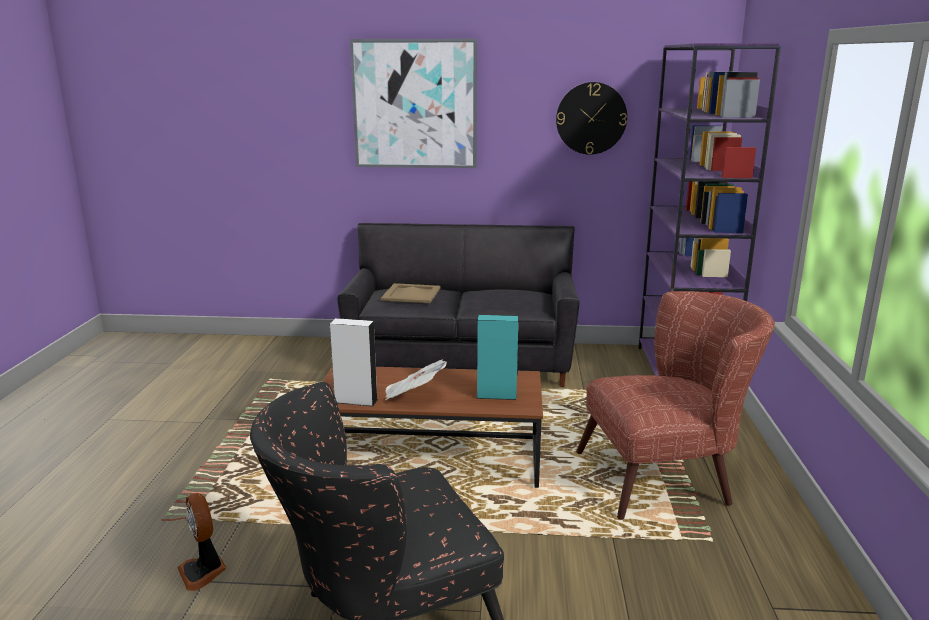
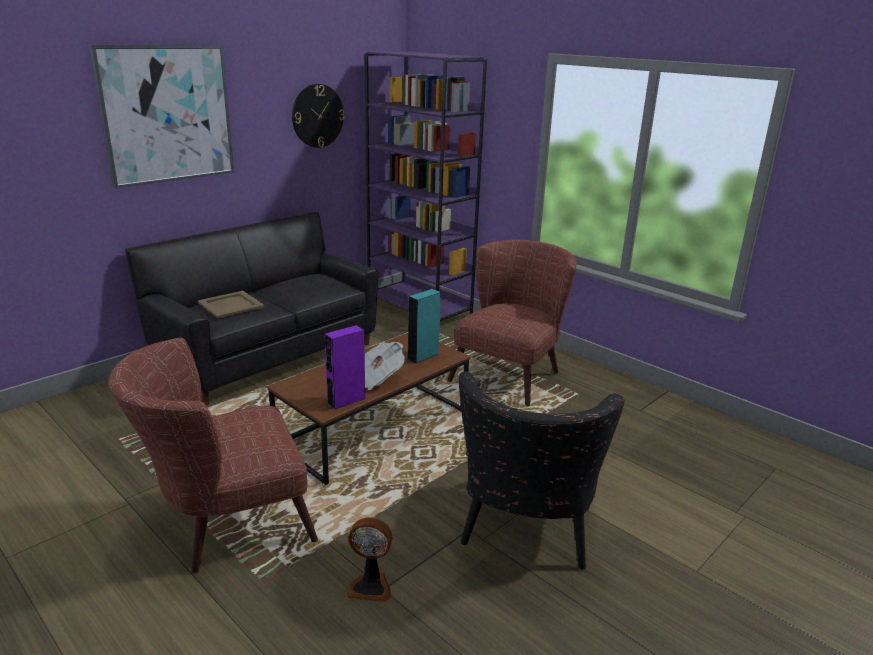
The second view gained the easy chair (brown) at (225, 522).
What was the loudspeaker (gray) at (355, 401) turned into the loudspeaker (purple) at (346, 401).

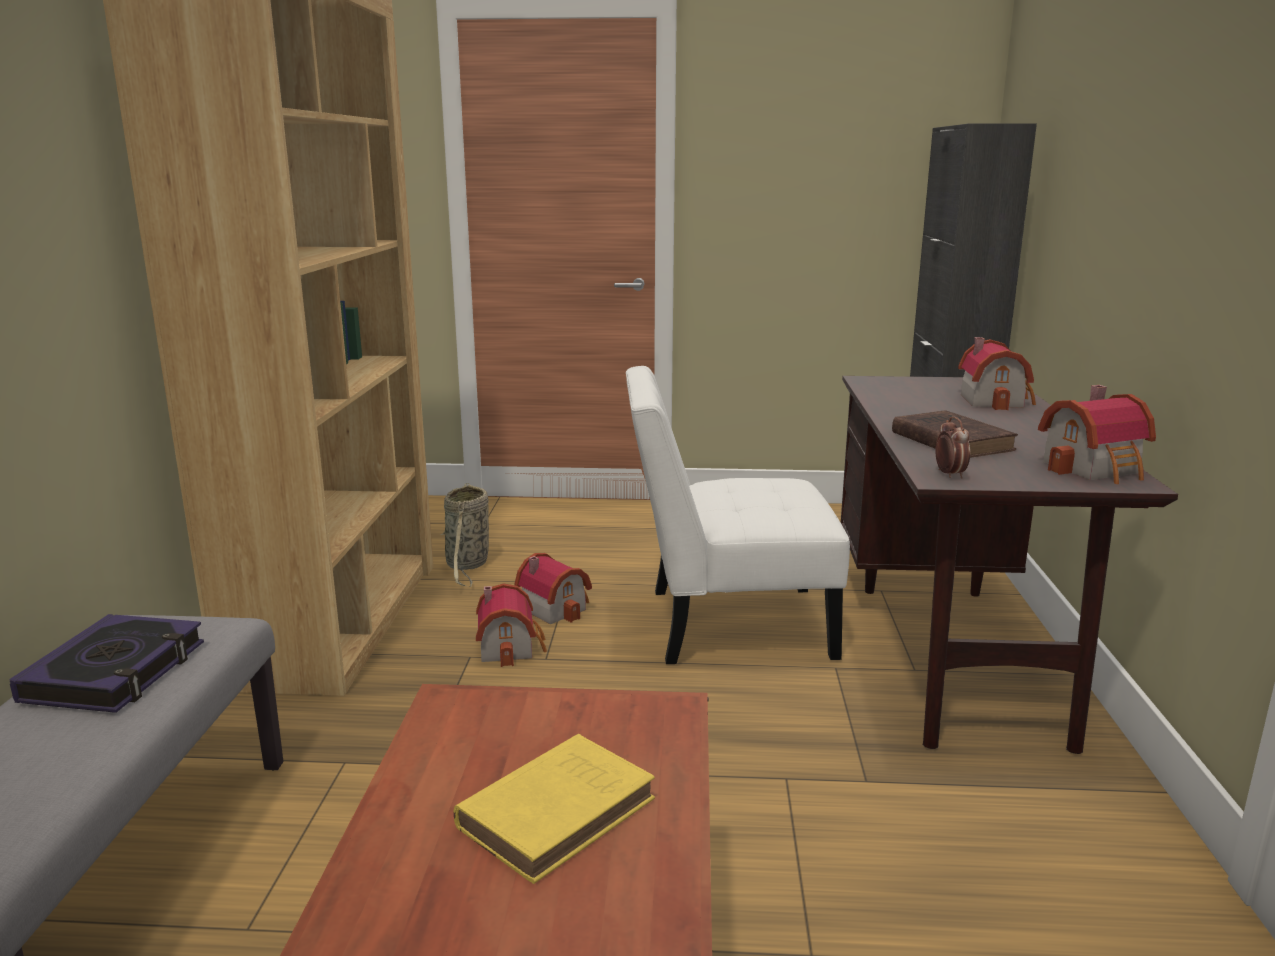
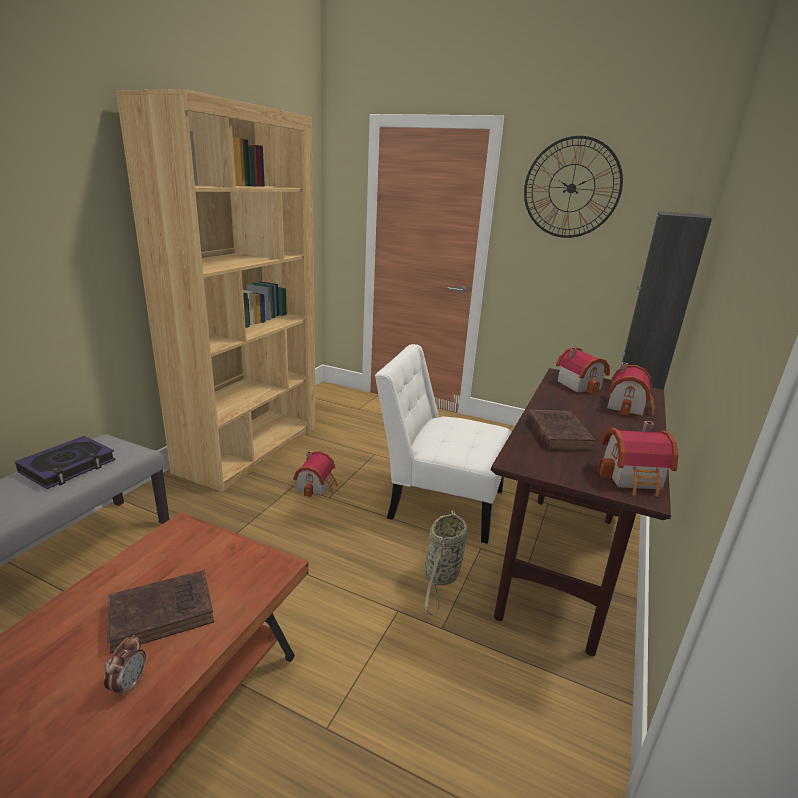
The second view gained the clock on the wall at (571, 188).
The storage basket ended up elsewhere, having gone from (467, 565) to (441, 577).
The toy house ended up elsewhere, having gone from (556, 607) to (580, 384).
The bedside clock ended up elsewhere, having gone from (949, 474) to (129, 684).
What was the book (yellowish) at (560, 811) turned into the book (brown) at (165, 612).

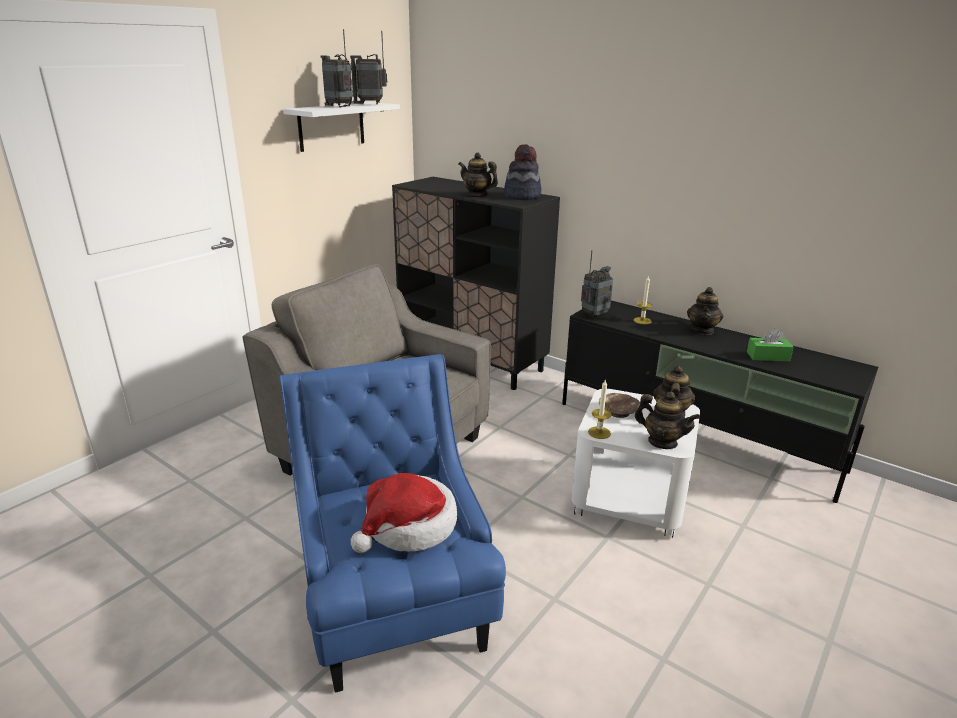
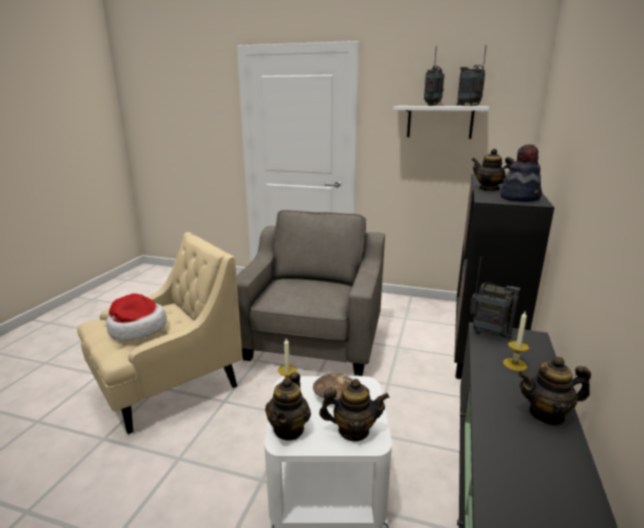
The second view lost the box of tissues (green-coloured) at (768, 356).
What was the easy chair (blue-coloured) at (394, 603) turned into the easy chair (beige) at (167, 387).
The pot for tea at (477, 195) ended up facing another way, 60 degrees counterclockwise from before.

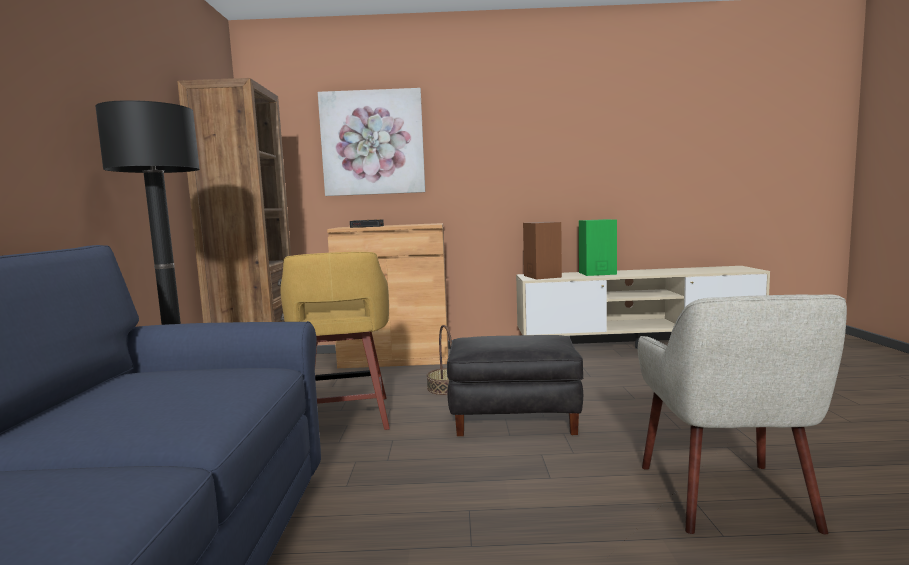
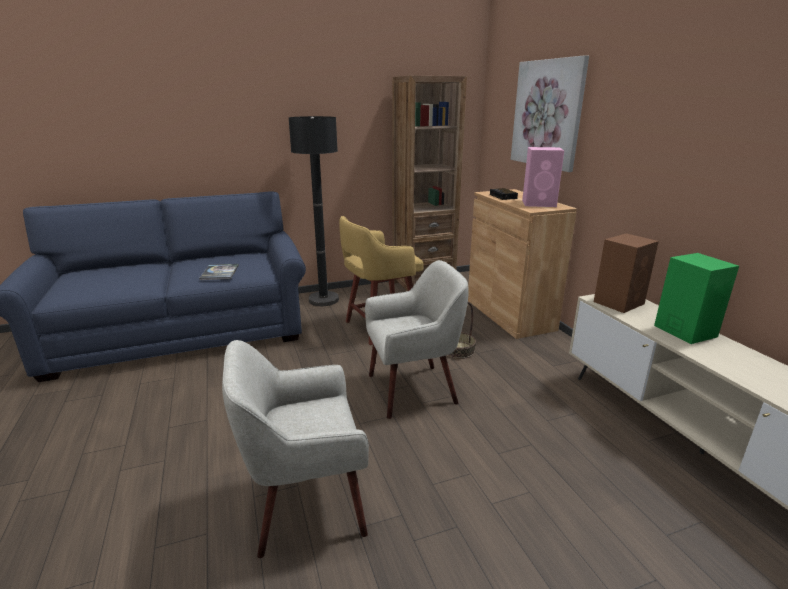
The second view gained the book at (219, 273).
The second view gained the loudspeaker (pink-coloured) at (540, 203).
Where the footrest (black) stood at (514, 417), the easy chair (beige) came to stand at (413, 389).

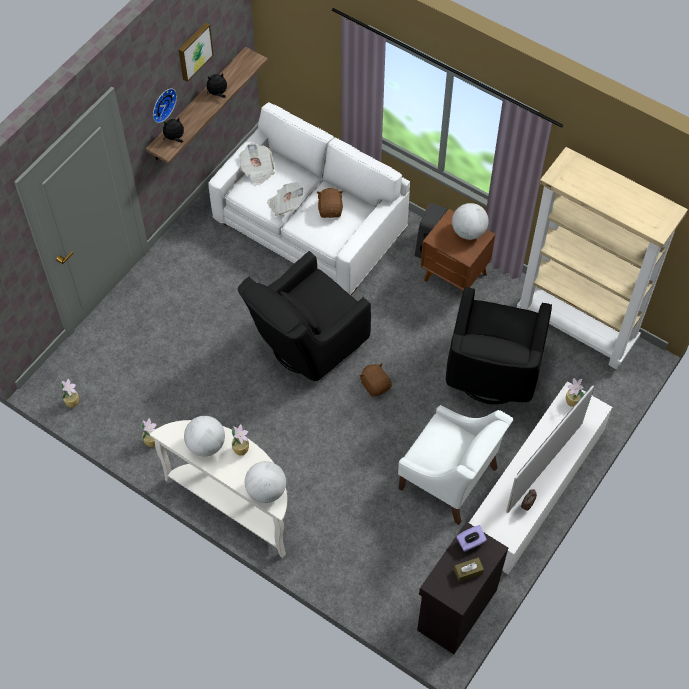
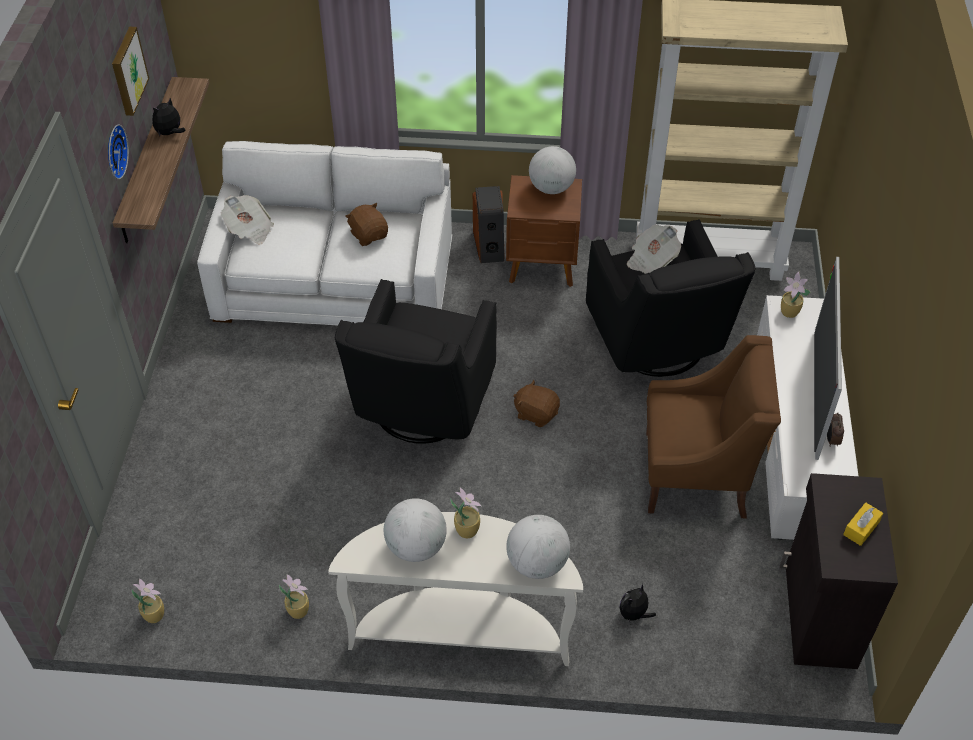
The second view lost the box of tissues (purple) at (470, 542).
The plush toy ended up elsewhere, having gone from (174, 138) to (634, 614).
The newspaper ended up elsewhere, having gone from (285, 205) to (651, 260).
What was the easy chair (whitish) at (449, 479) turned into the easy chair (brown) at (697, 474).
What was the box of tissues (brown) at (468, 571) turned into the box of tissues (yellowish) at (861, 528).

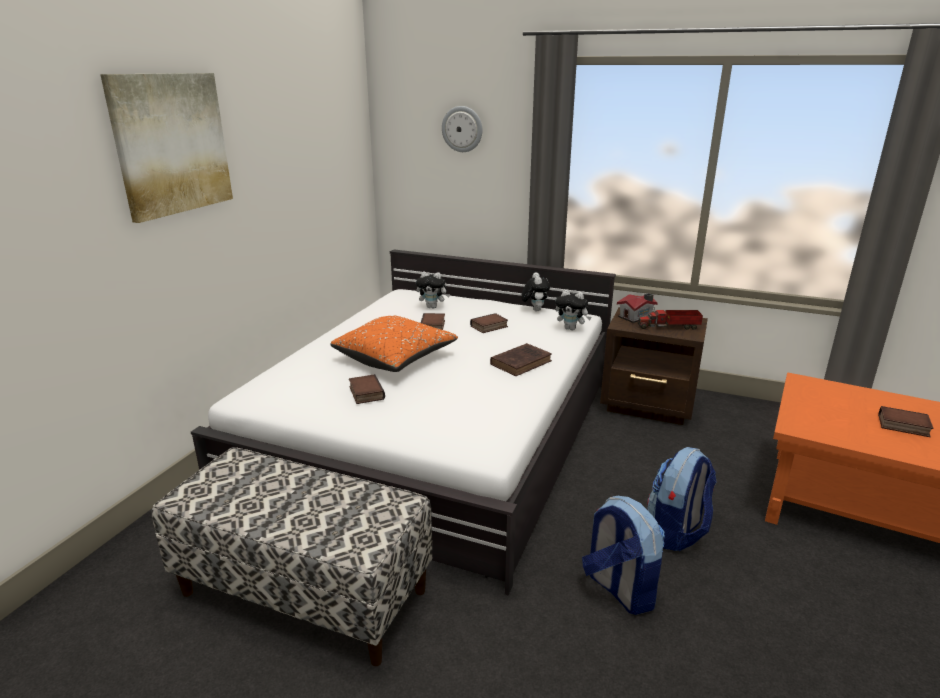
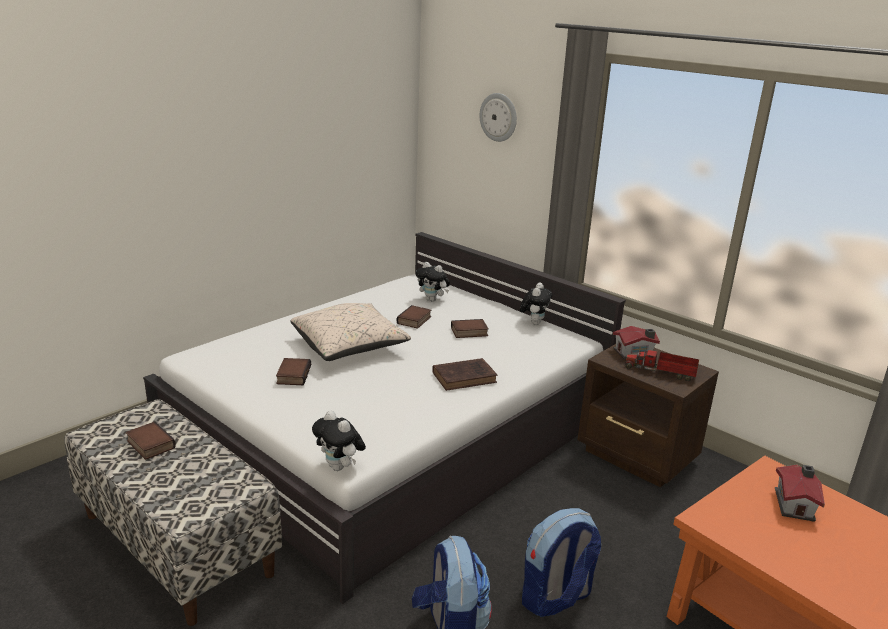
The second view lost the wall picture at (171, 144).
The second view gained the toy house at (795, 504).
The plush toy ended up elsewhere, having gone from (571, 329) to (340, 467).
The book ended up elsewhere, having gone from (902, 426) to (149, 444).
What was the pillow (orange) at (395, 358) turned into the pillow (beige) at (349, 346).

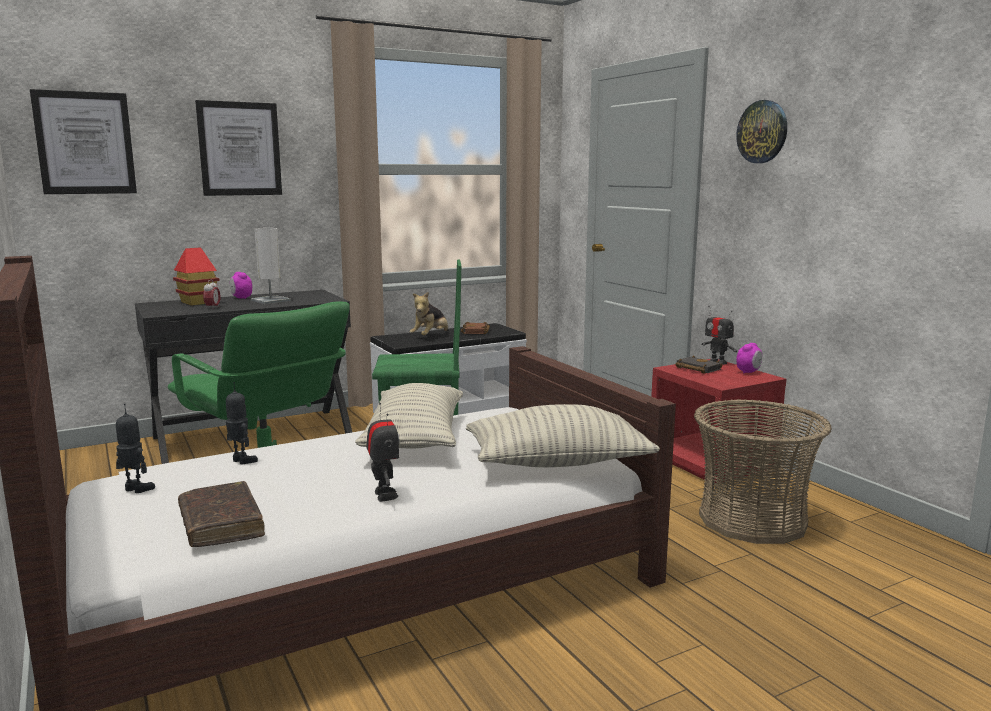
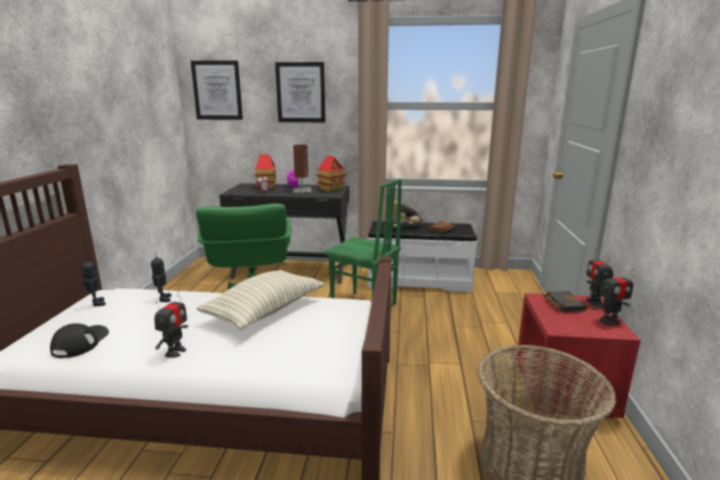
The second view lost the pillow at (558, 462).
The second view lost the clock on the wall at (762, 132).
The second view gained the toy house at (331, 189).
Where the book (brown) stood at (221, 525), the cap (black) came to stand at (80, 342).
Where the bedside clock stood at (748, 372), the robot figure came to stand at (609, 321).
What was the table lamp (whitish) at (270, 300) turned into the table lamp (brown) at (302, 191).

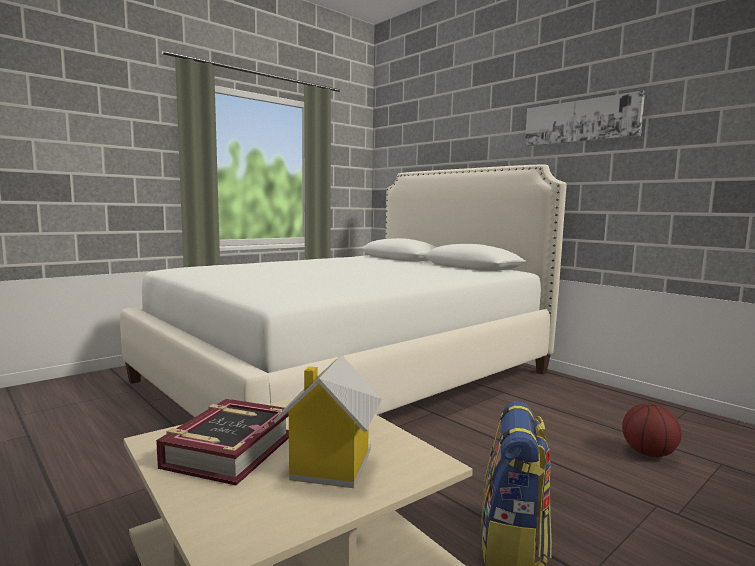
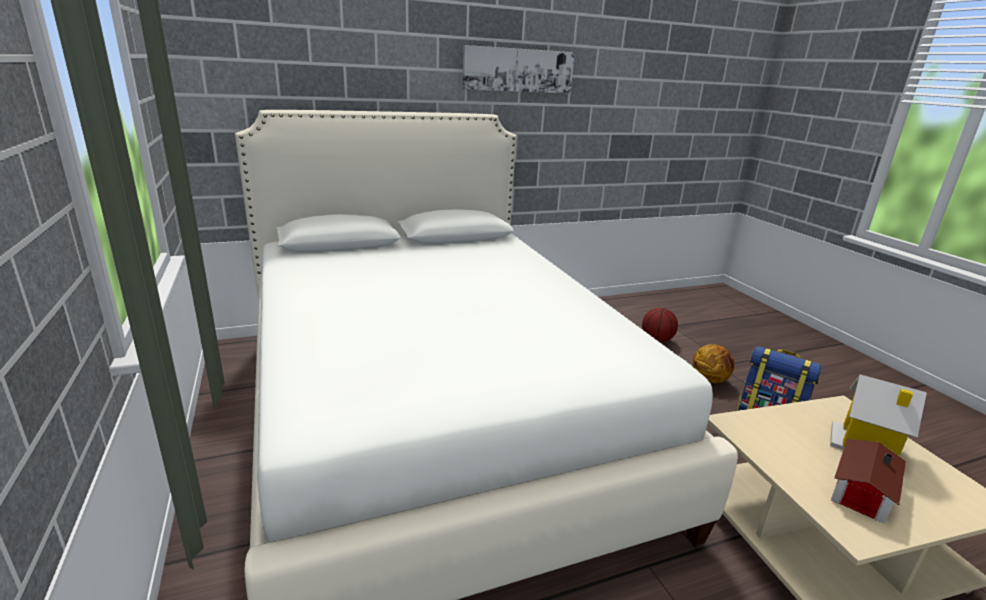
The second view gained the ball for basketball at (709, 380).
Where the book stood at (229, 450), the toy house came to stand at (859, 490).

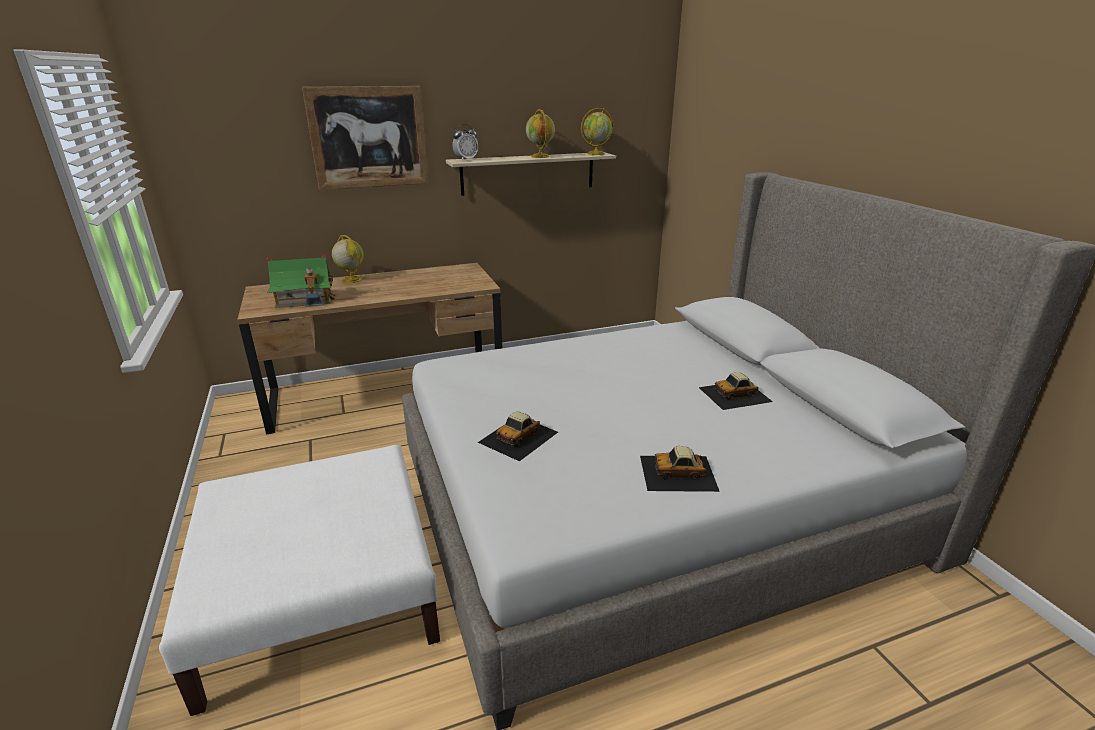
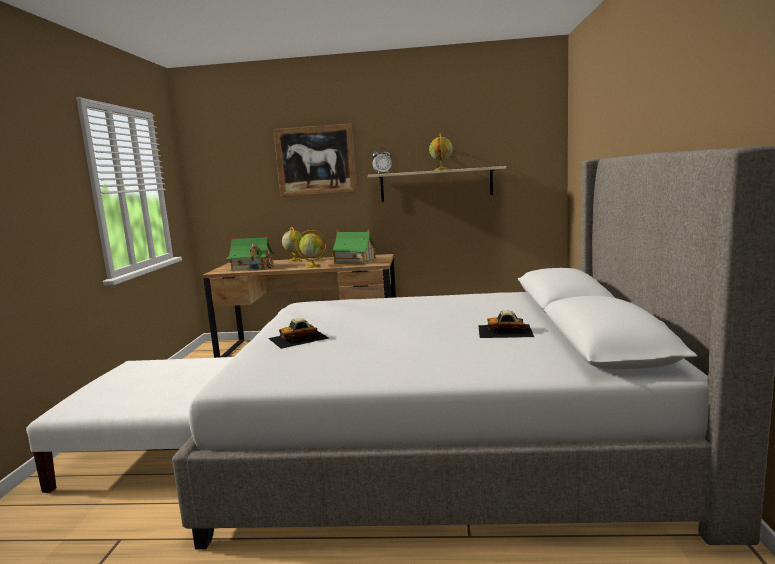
The second view lost the miniature car at (678, 473).
The second view gained the toy house at (354, 262).
The desk globe ended up elsewhere, having gone from (596, 153) to (313, 266).

